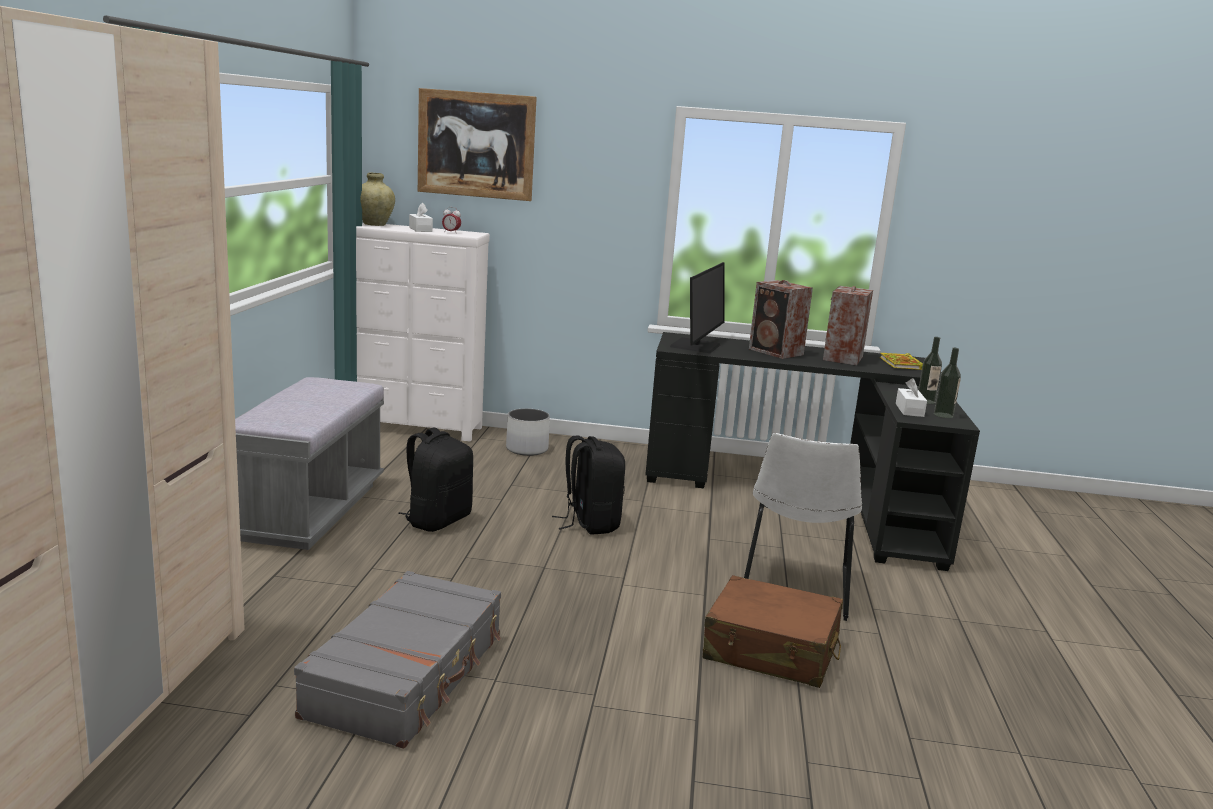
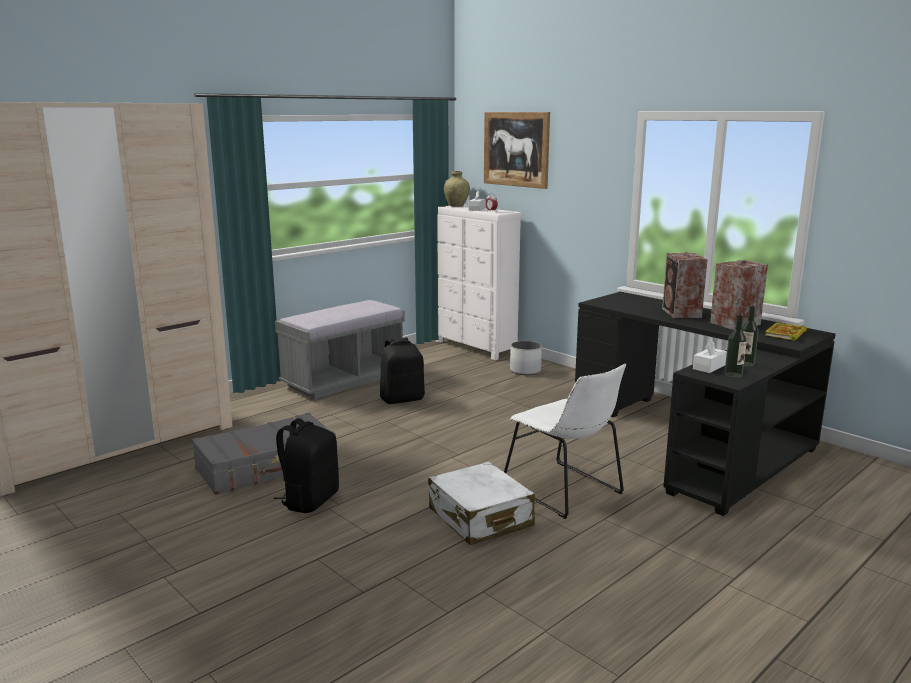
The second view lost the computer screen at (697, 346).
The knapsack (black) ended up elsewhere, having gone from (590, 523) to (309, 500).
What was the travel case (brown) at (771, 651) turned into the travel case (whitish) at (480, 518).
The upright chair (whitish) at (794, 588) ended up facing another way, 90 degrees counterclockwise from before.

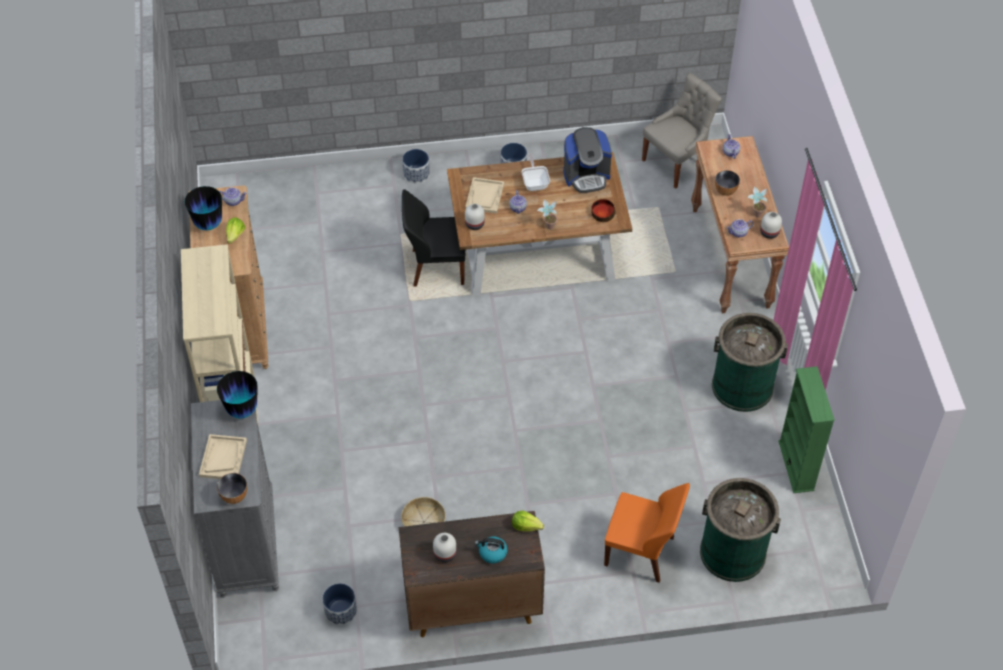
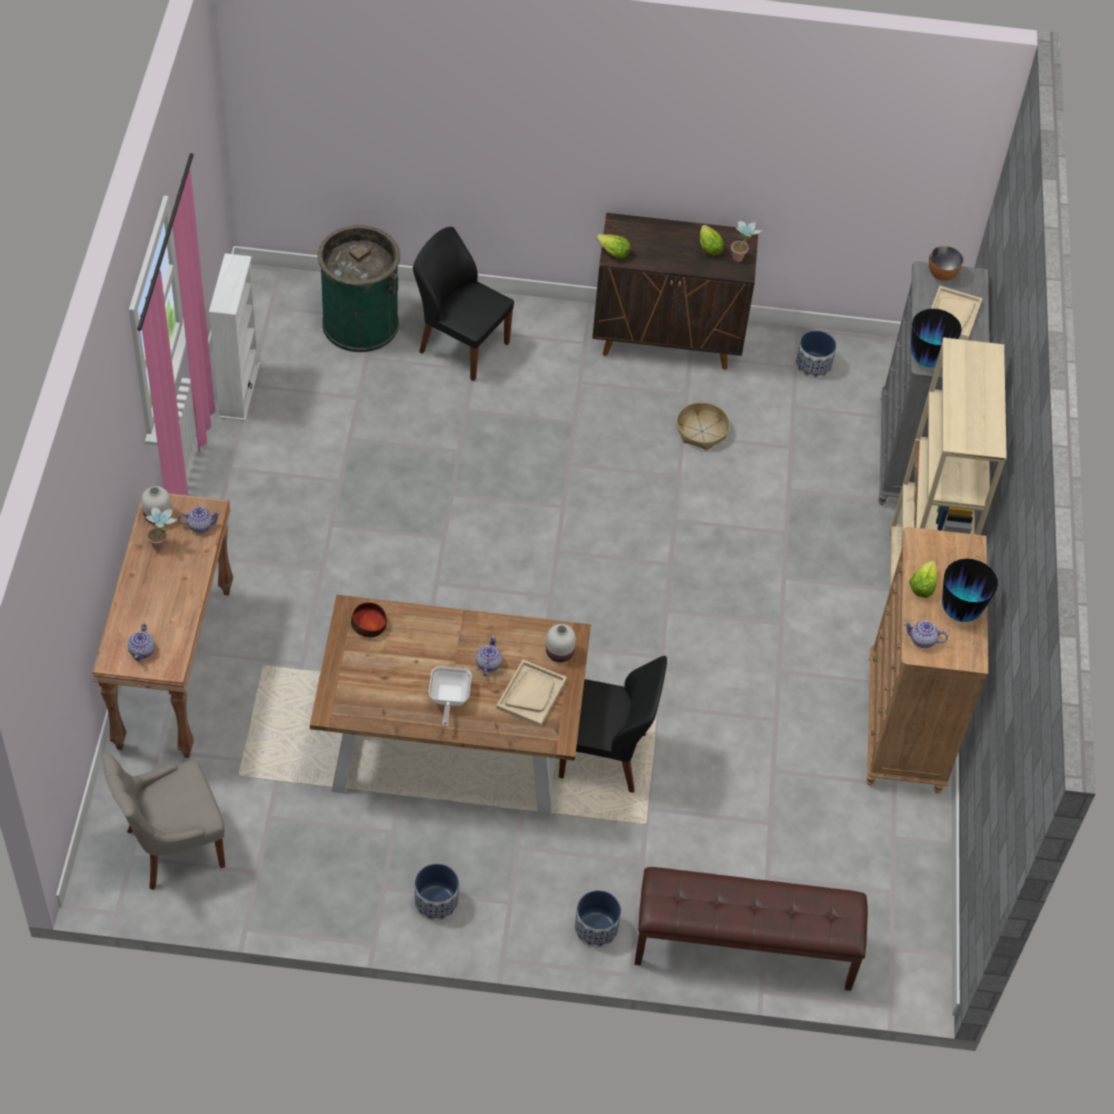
The second view lost the water kettle at (492, 553).
The second view lost the coffee maker at (586, 176).
The second view lost the rubbish bin (green-coloured) at (742, 386).
The second view lost the serving bowl at (725, 191).
The second view gained the indoor bench (brown) at (743, 949).
The plant in a pot ended up elsewhere, having gone from (548, 228) to (741, 257).
Where the vase (whitish) stood at (445, 553), the head of lettuce came to stand at (709, 247).
What was the upright chair (orange) at (641, 552) turned into the upright chair (black) at (462, 346).
What was the bookshelf (green-coloured) at (796, 465) turned into the bookshelf (whitish) at (239, 390).

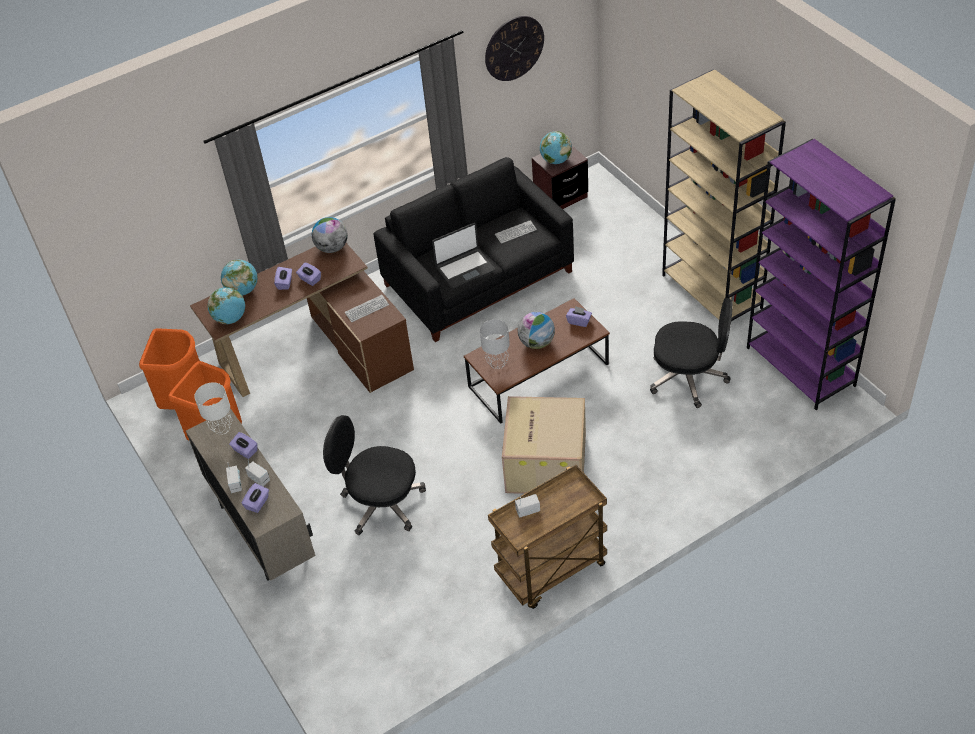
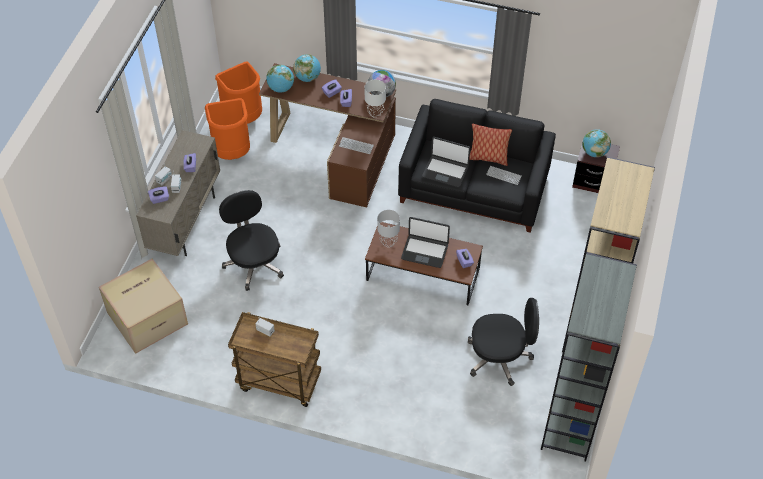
The second view lost the clock on the wall at (514, 48).
The second view gained the pillow at (488, 158).
The table lamp (whitish) ended up elsewhere, having gone from (222, 428) to (375, 113).
The carton ended up elsewhere, having gone from (544, 462) to (147, 317).
Where the desk globe stood at (537, 343), the portable computer came to stand at (425, 251).
What was the bookshelf (purple) at (801, 367) turned into the bookshelf (gray) at (572, 417).
The desk chair (black) at (689, 378) ended up facing another way, 60 degrees counterclockwise from before.

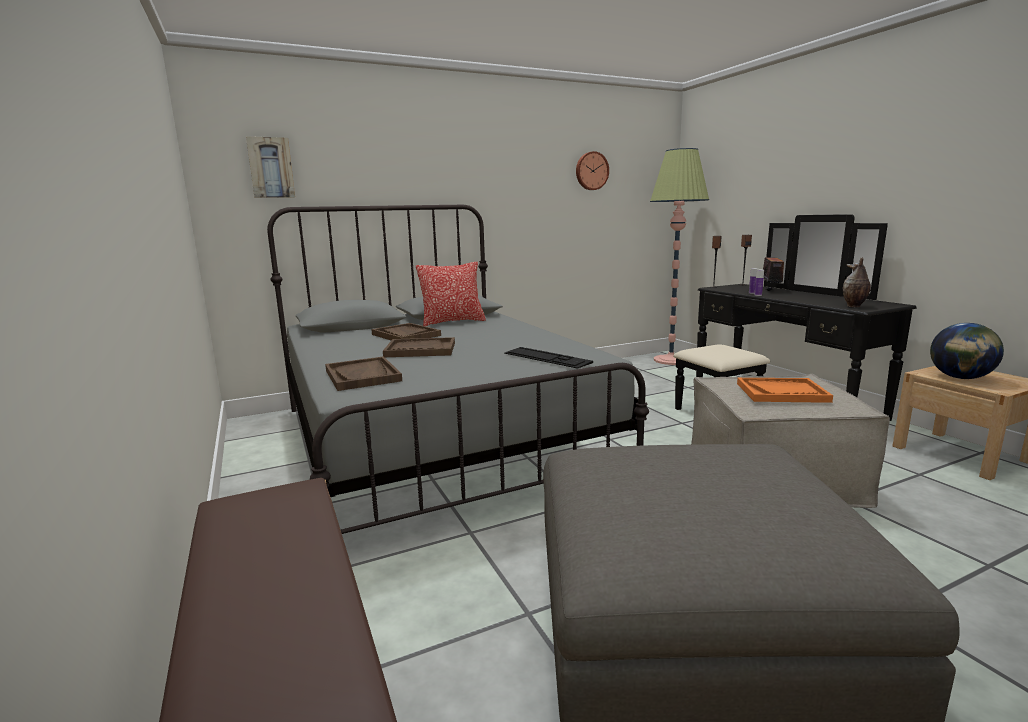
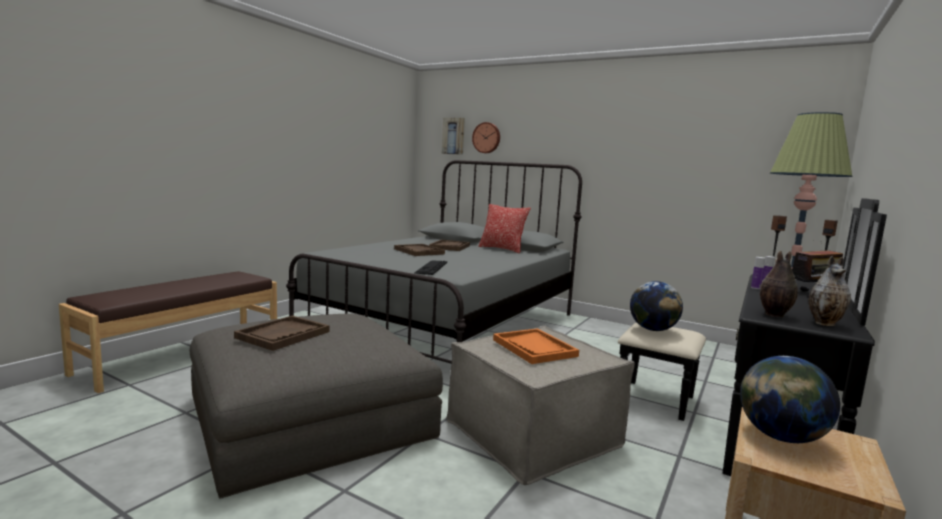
The second view gained the desk globe at (653, 329).
The second view gained the vase at (825, 323).
The tray (brown) ended up elsewhere, having gone from (363, 376) to (283, 335).
The clock on the wall ended up elsewhere, having gone from (591, 171) to (486, 138).

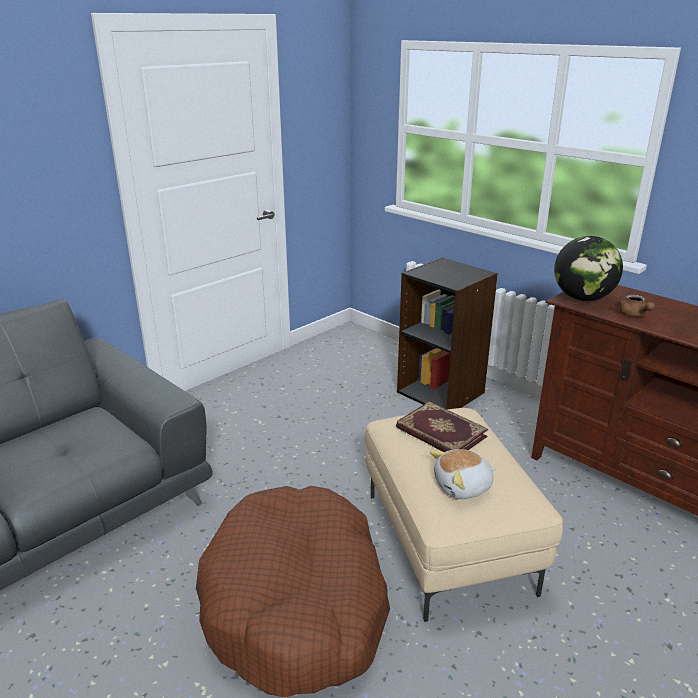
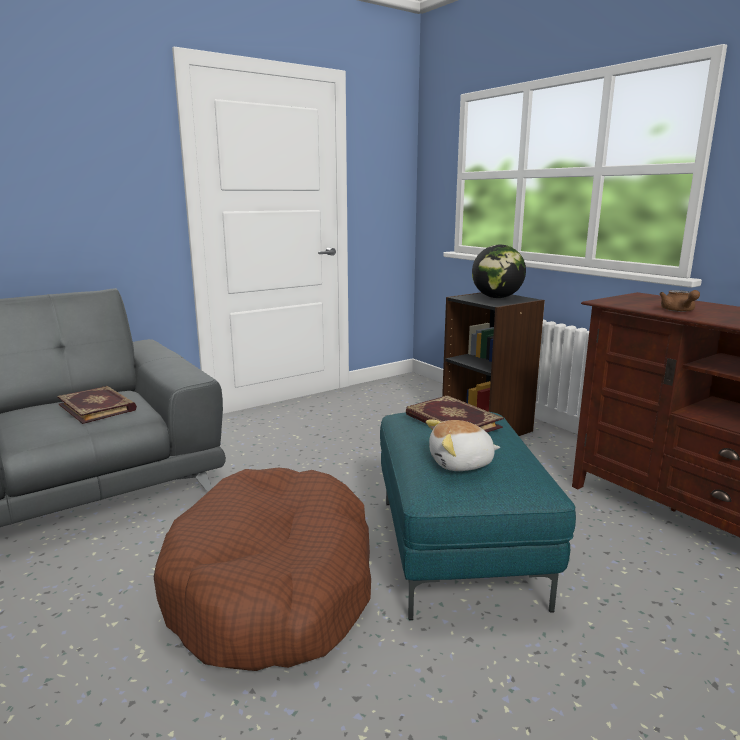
The second view gained the book at (98, 407).
The desk globe ended up elsewhere, having gone from (582, 298) to (497, 297).
What was the footrest (beige) at (449, 542) turned into the footrest (blue-green) at (459, 550).

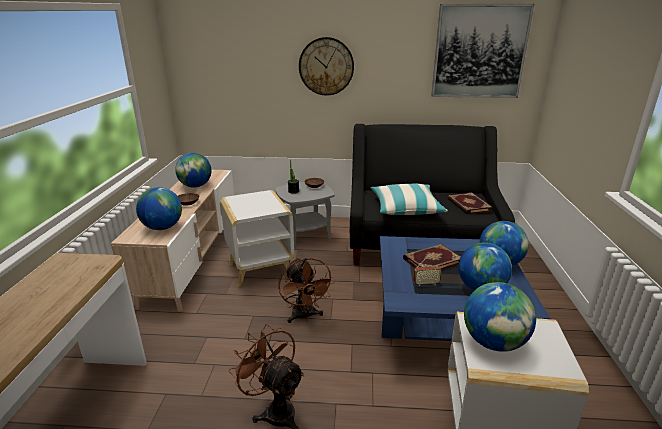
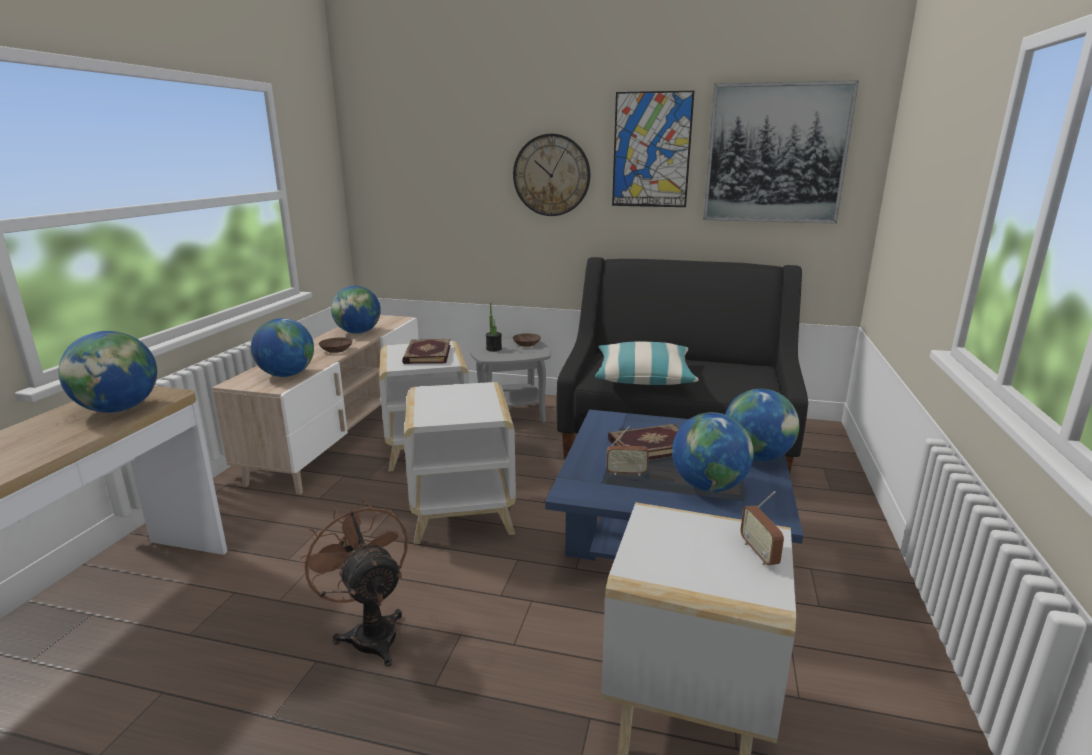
The second view gained the wall picture at (651, 150).
The second view gained the radio set at (759, 553).
The book ended up elsewhere, having gone from (468, 205) to (426, 354).
The desk globe ended up elsewhere, having gone from (493, 342) to (119, 409).
Where the electric fan (brown) stood at (304, 316), the accent table (whitish) came to stand at (464, 517).

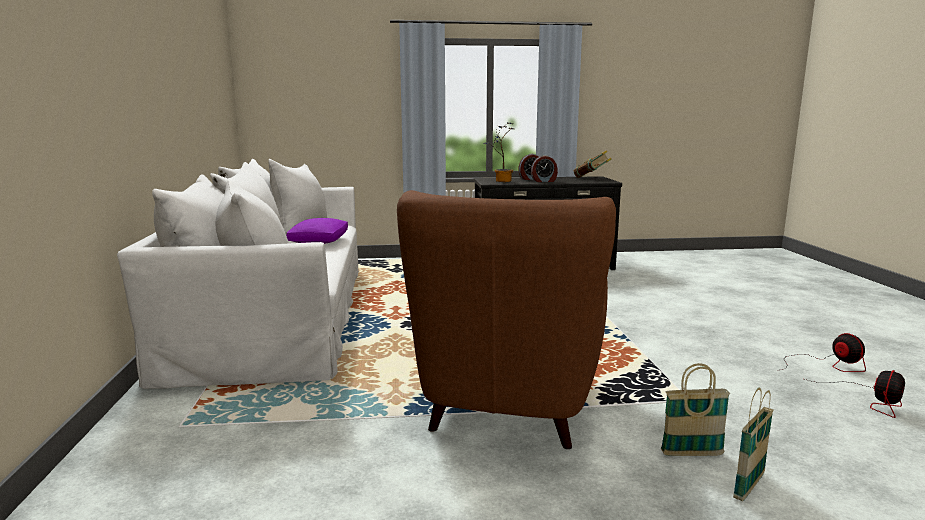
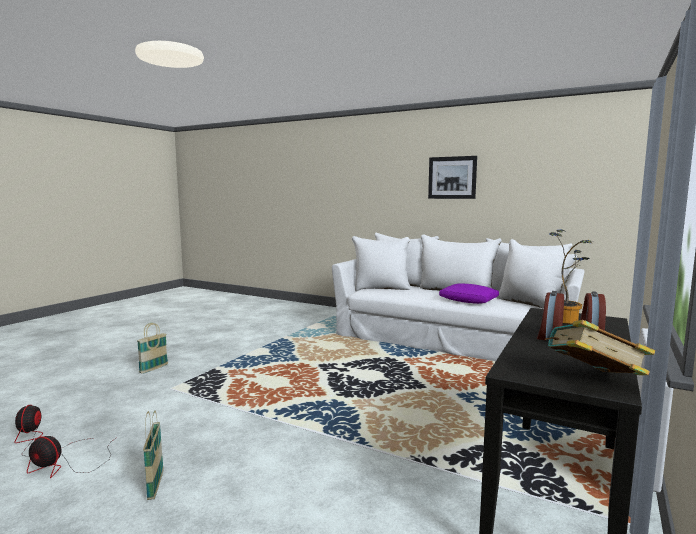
The second view lost the easy chair (brown) at (509, 406).
The second view gained the wall picture at (452, 177).
The storage basket ended up elsewhere, having gone from (749, 486) to (155, 486).

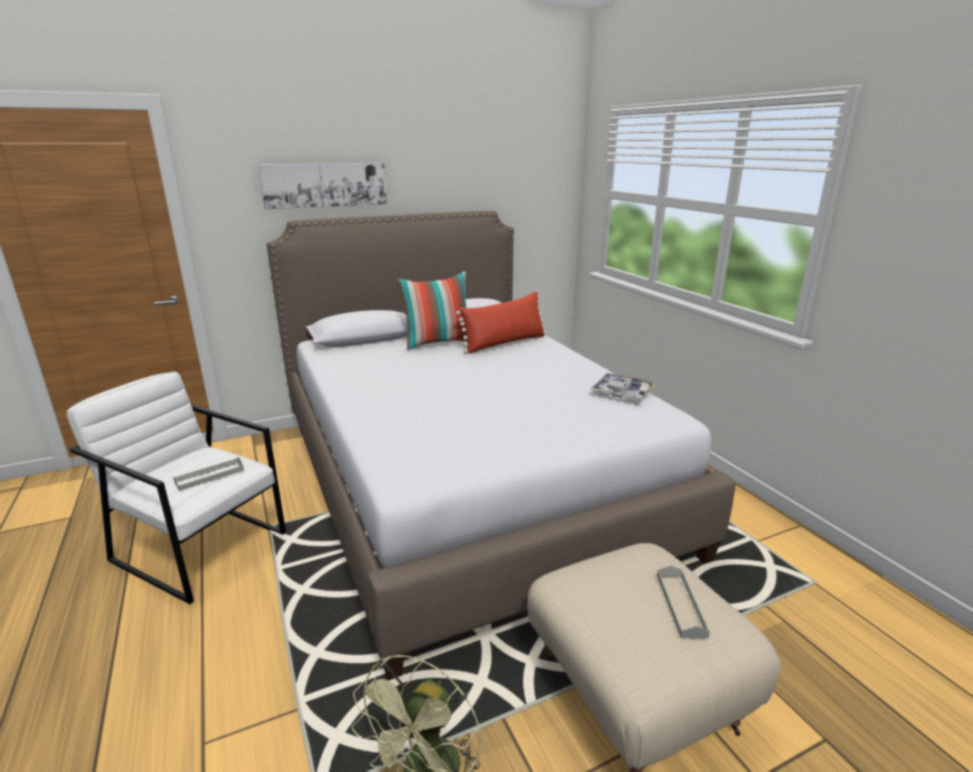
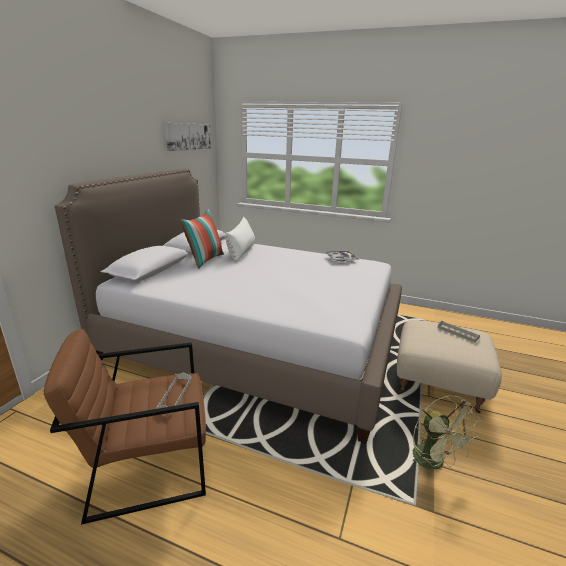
The wall picture ended up elsewhere, having gone from (325, 185) to (188, 136).
What was the easy chair (whitish) at (200, 546) turned into the easy chair (brown) at (148, 464).
What was the pillow (reddish) at (504, 343) turned into the pillow (whitish) at (241, 251).

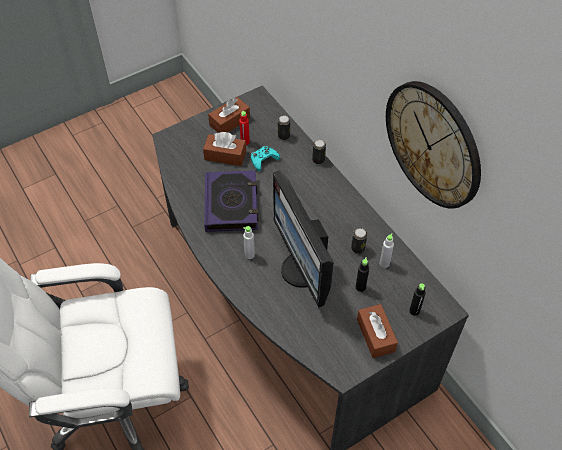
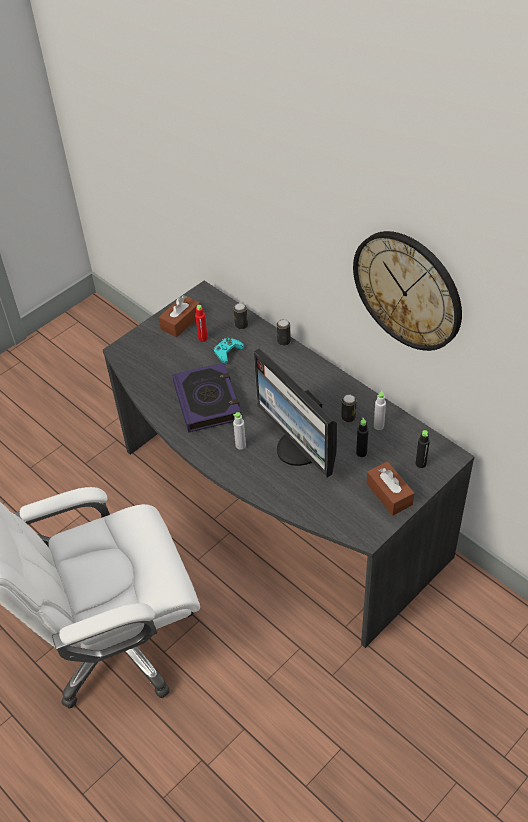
The second view lost the box of tissues (brown) at (225, 155).

